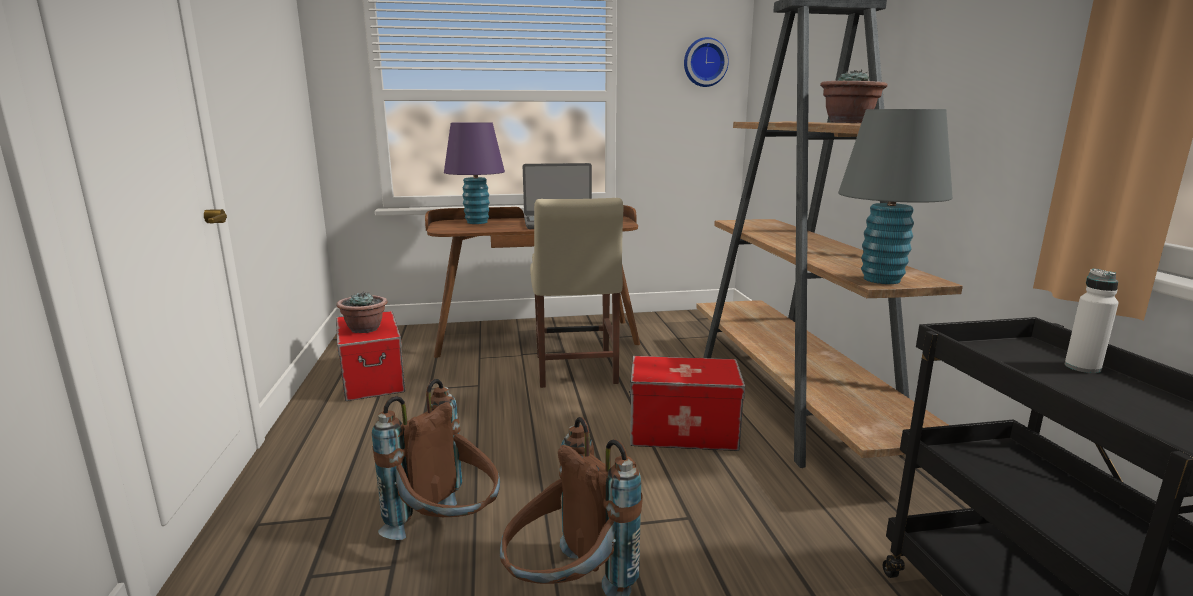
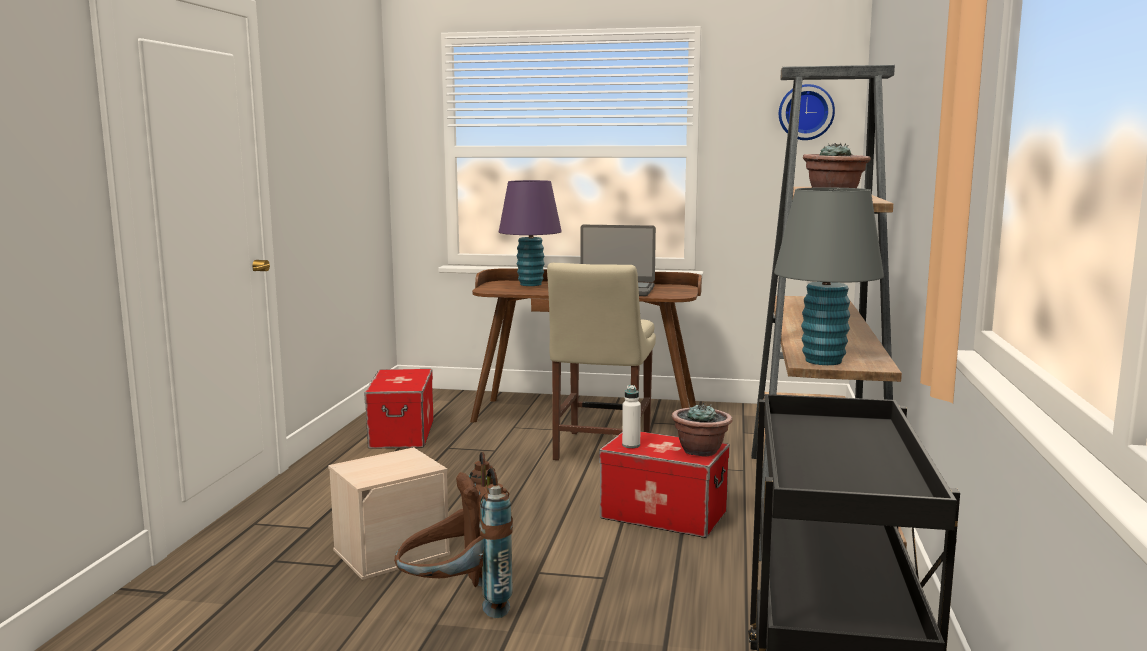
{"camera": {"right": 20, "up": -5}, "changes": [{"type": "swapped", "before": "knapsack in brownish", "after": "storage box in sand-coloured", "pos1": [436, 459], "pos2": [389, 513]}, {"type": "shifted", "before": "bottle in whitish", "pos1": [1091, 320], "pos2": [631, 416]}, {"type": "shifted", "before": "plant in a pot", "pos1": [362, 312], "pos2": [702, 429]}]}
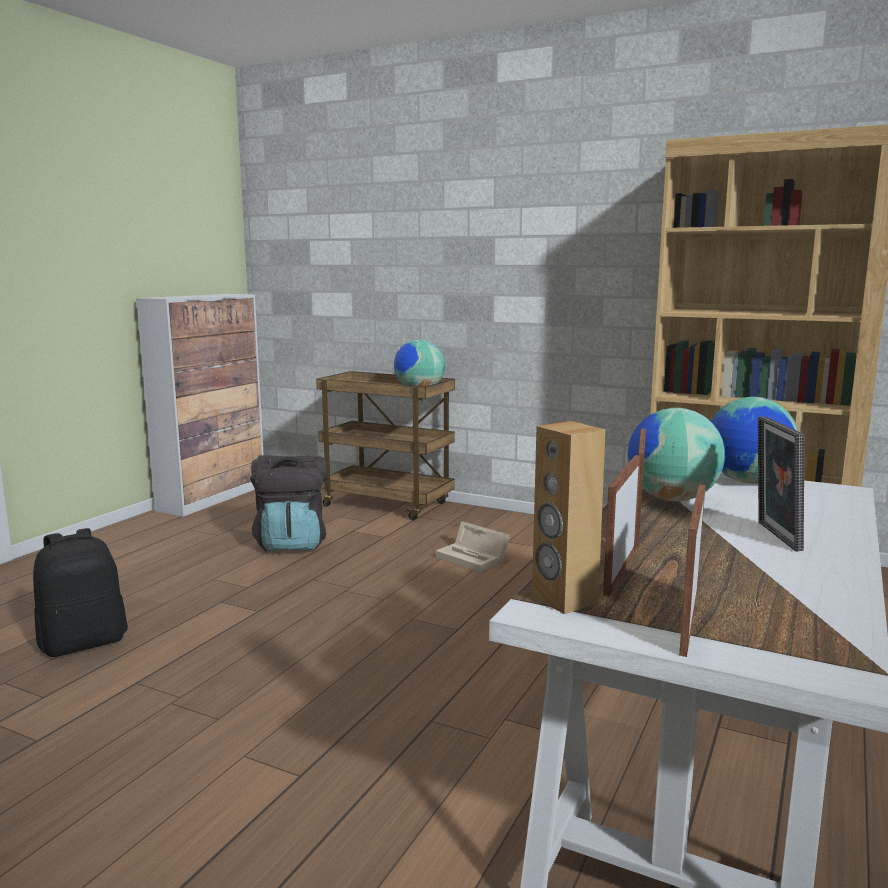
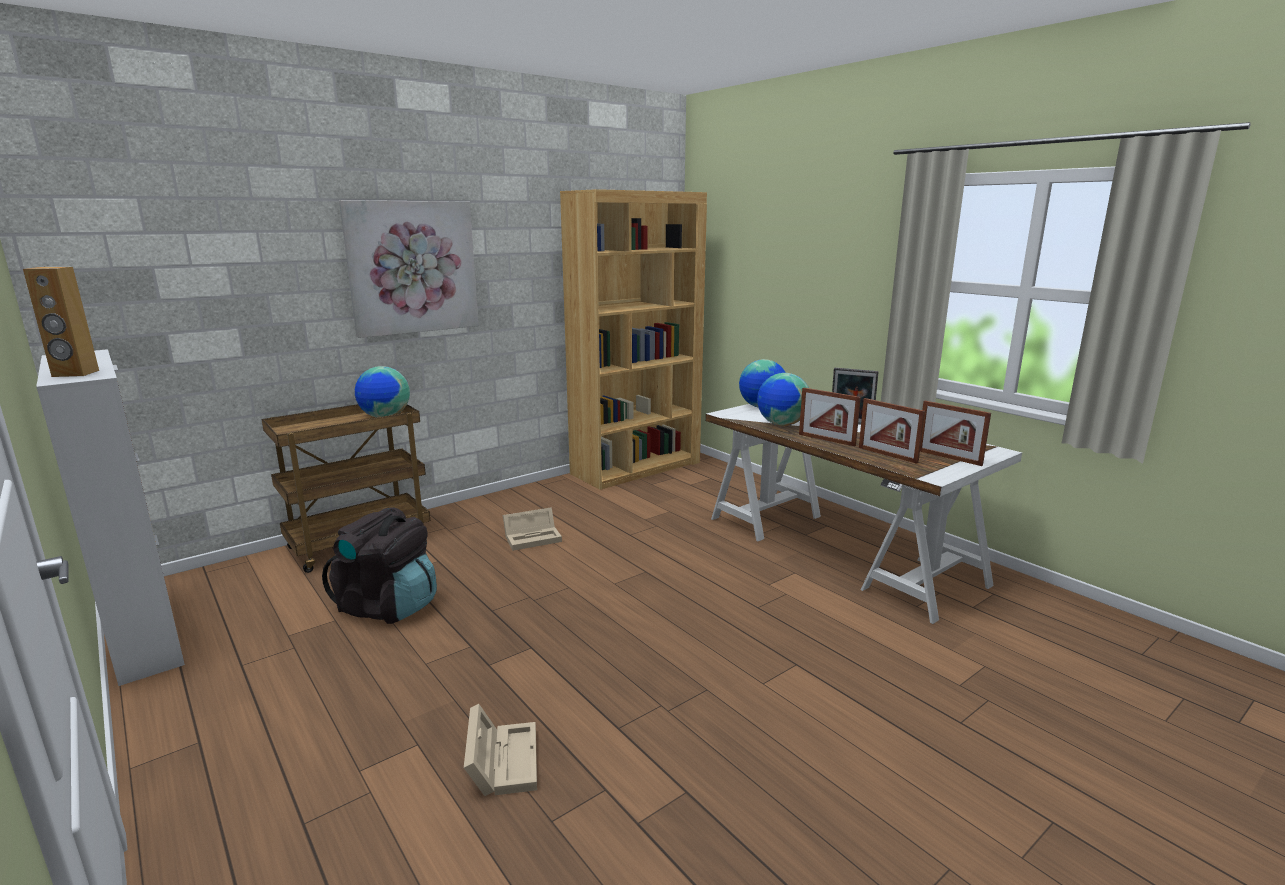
{"camera": {"right": -65, "up": 5}, "changes": [{"type": "shifted", "before": "speaker in brownish", "pos1": [568, 517], "pos2": [61, 322]}, {"type": "new", "after": "wall picture", "pos2": [409, 269]}, {"type": "swapped", "before": "knapsack in black-coloured", "after": "storage box in sand-coloured", "pos1": [80, 592], "pos2": [500, 750]}]}
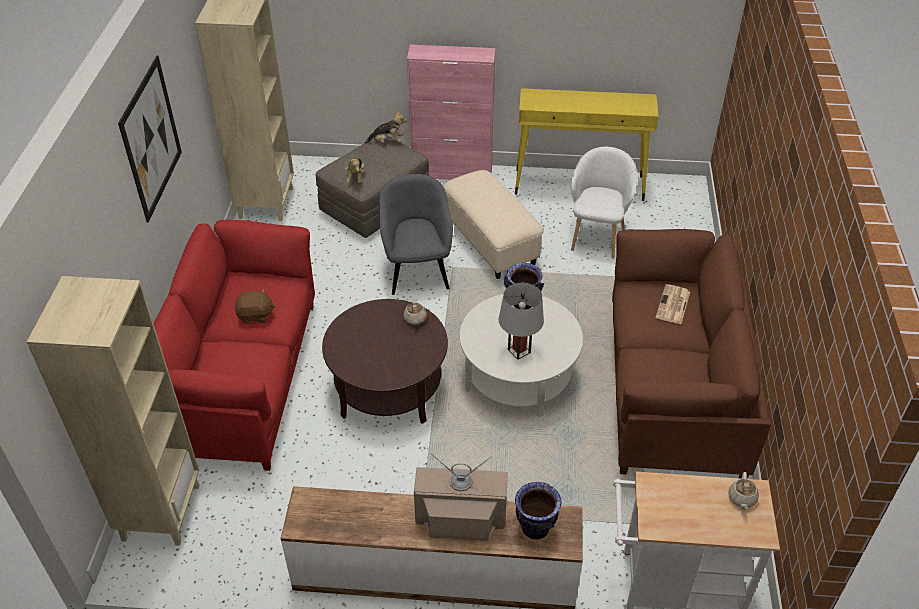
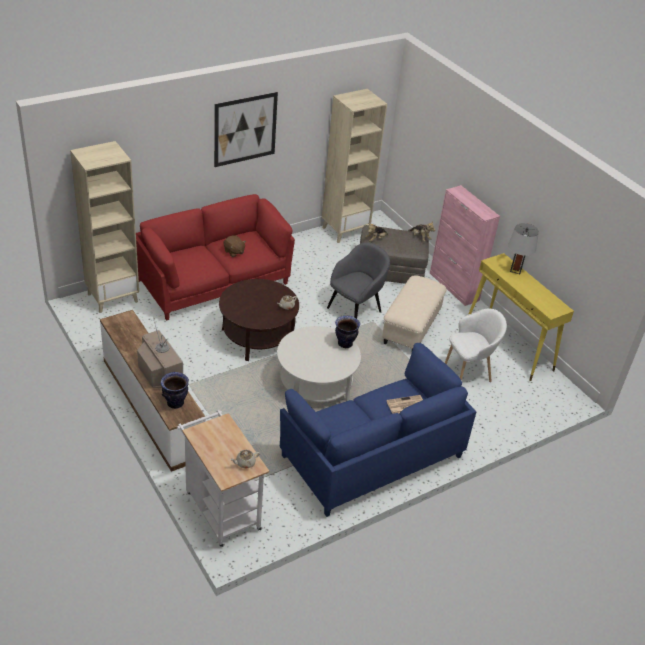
{"camera": {"right": 50, "up": -5}, "changes": [{"type": "repainted", "before": "sofa in brownish", "after": "sofa in blue", "pos1": [691, 354], "pos2": [378, 430]}, {"type": "shifted", "before": "table lamp in greyish", "pos1": [521, 321], "pos2": [523, 248]}]}
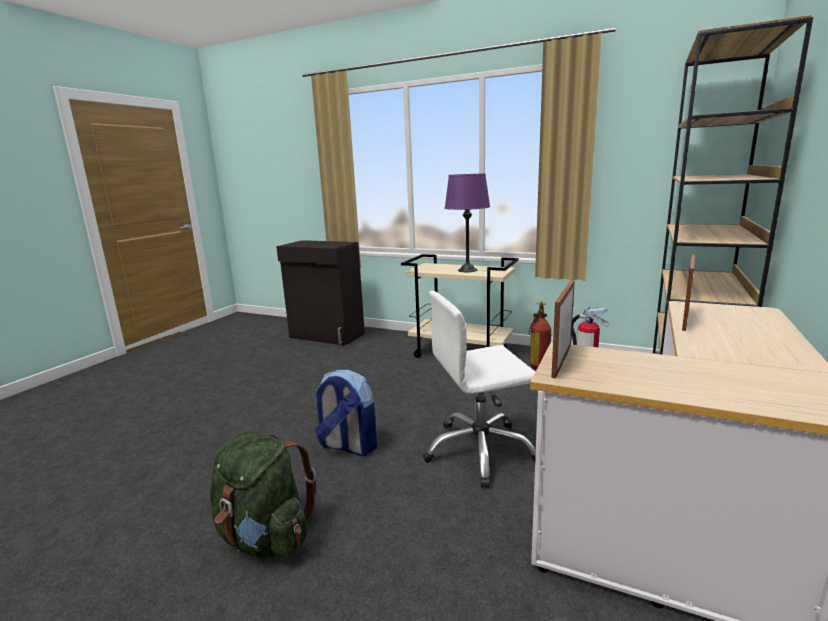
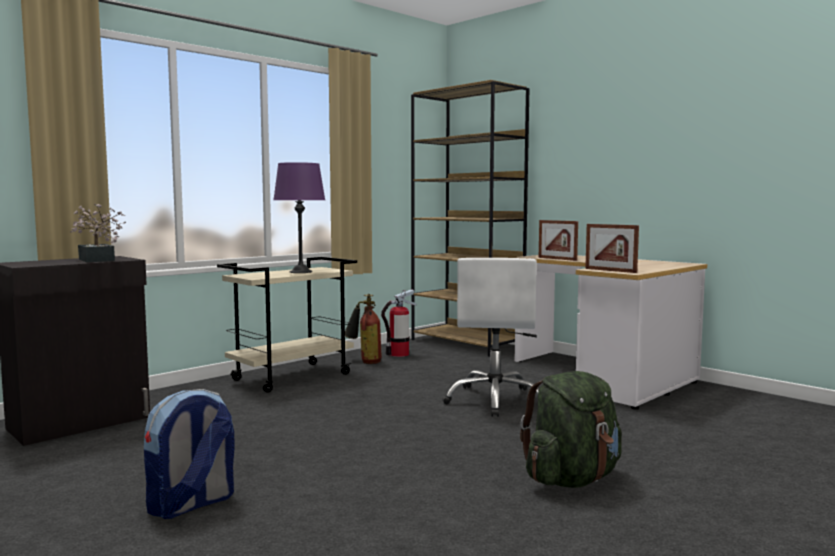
{"camera": {"right": -70, "up": -10}, "changes": [{"type": "new", "after": "plant in a pot", "pos2": [98, 233]}, {"type": "shifted", "before": "knapsack", "pos1": [346, 412], "pos2": [189, 454]}]}
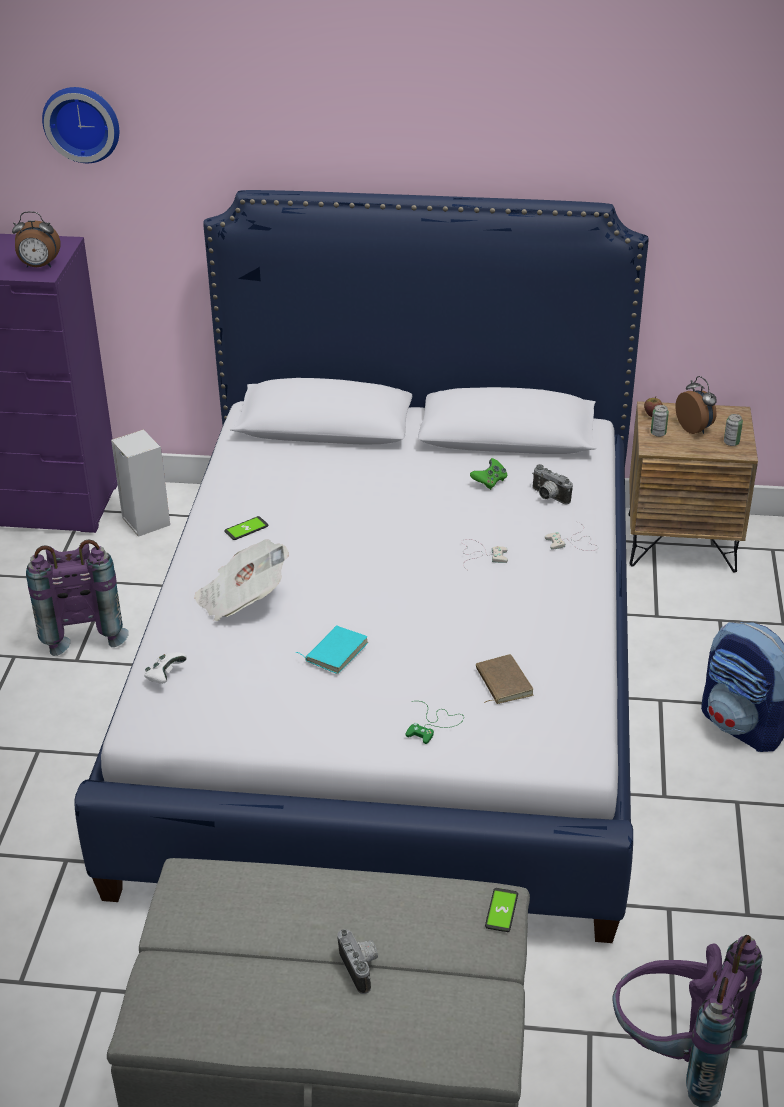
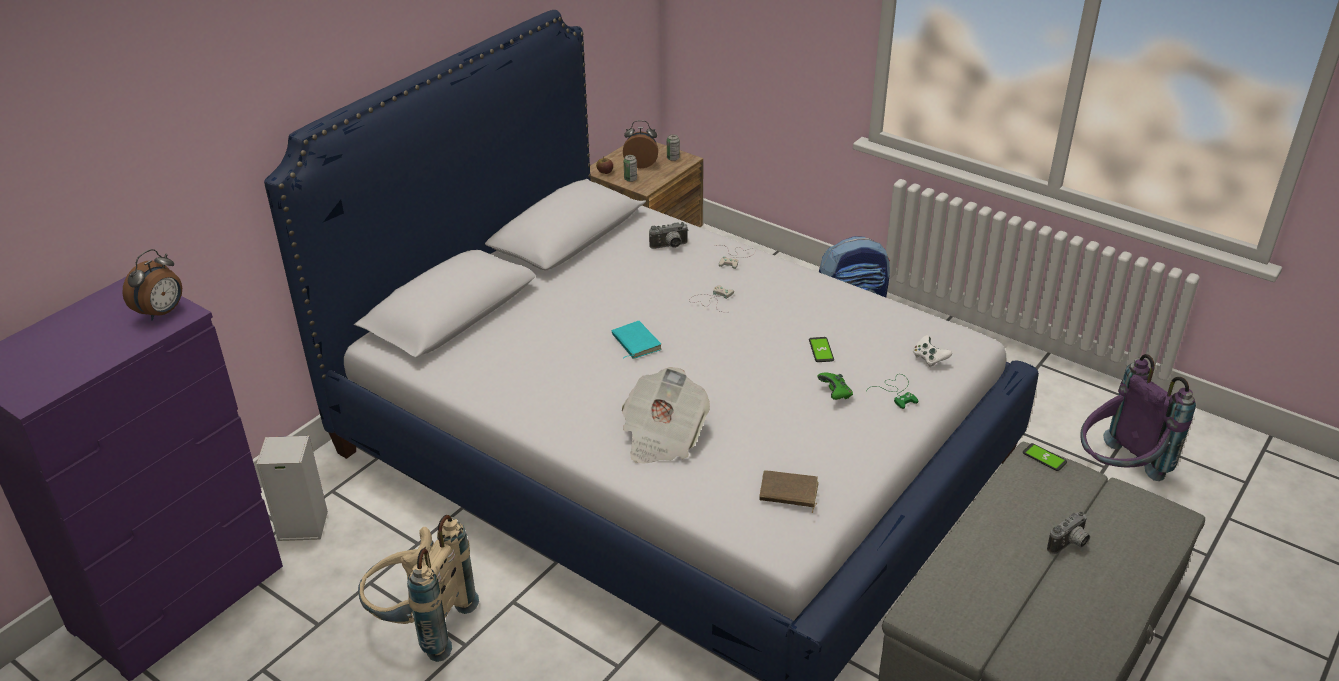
{"camera": {"right": -60, "up": 0}, "changes": [{"type": "repainted", "before": "knapsack in purple-coloured", "after": "knapsack in sand-coloured", "pos1": [77, 597], "pos2": [418, 588]}, {"type": "shifted", "before": "bound book in blue-green", "pos1": [331, 650], "pos2": [637, 340]}, {"type": "shifted", "before": "bound book in brownish", "pos1": [504, 679], "pos2": [789, 491]}, {"type": "shifted", "before": "phone", "pos1": [246, 528], "pos2": [821, 349]}, {"type": "shifted", "before": "joypad in green", "pos1": [488, 474], "pos2": [835, 386]}, {"type": "shifted", "before": "joypad in whitish", "pos1": [165, 668], "pos2": [932, 351]}, {"type": "rotated", "before": "photo camera", "pos1": [357, 961], "pos2": [1068, 532], "turn": 135}, {"type": "gone", "before": "clock on the wall", "pos1": [80, 125]}]}
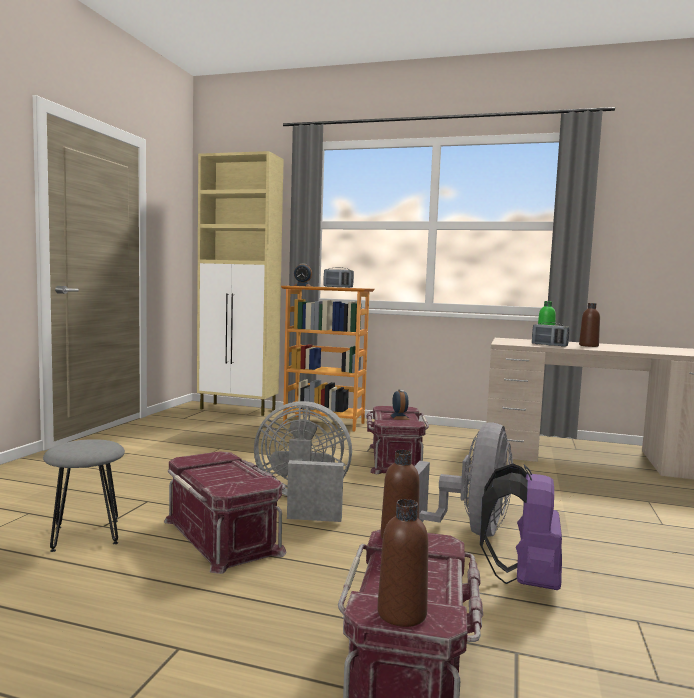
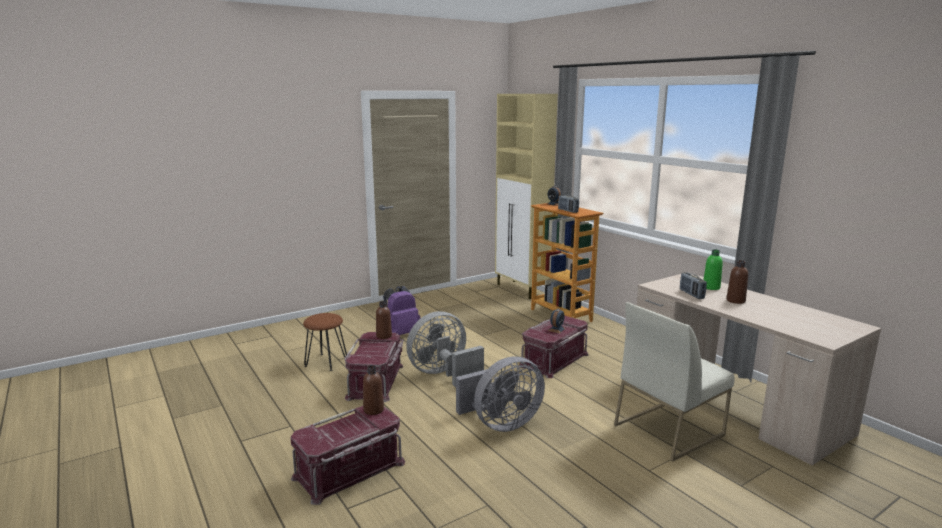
{"camera": {"right": 40, "up": 10}, "changes": [{"type": "repainted", "before": "sitting stool in greyish", "after": "sitting stool in brownish", "pos1": [84, 495], "pos2": [325, 342]}, {"type": "shifted", "before": "bottle in brownish", "pos1": [402, 563], "pos2": [384, 320]}, {"type": "shifted", "before": "knapsack in purple-coloured", "pos1": [521, 527], "pos2": [401, 310]}, {"type": "rotated", "before": "electric fan in greyish", "pos1": [303, 461], "pos2": [445, 349], "turn": -75}, {"type": "new", "after": "chair in whitish", "pos2": [674, 382]}]}
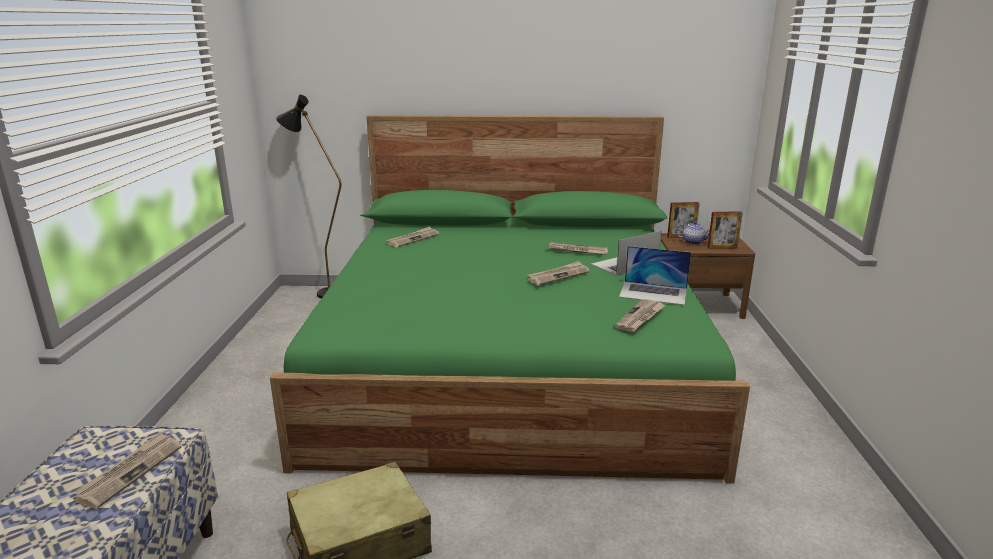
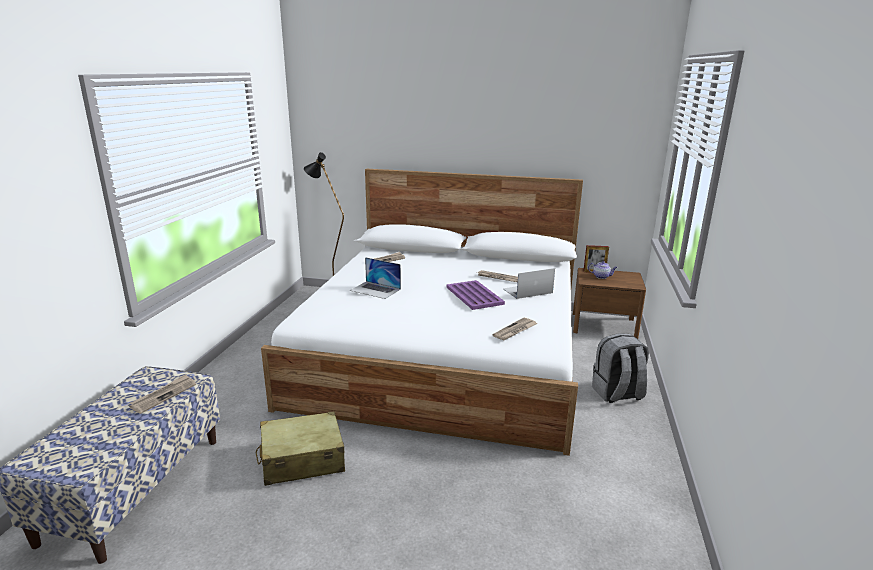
{"camera": {"right": 10, "up": 0}, "changes": [{"type": "repainted", "before": "sleeping bed in green", "after": "sleeping bed in whitish", "pos1": [510, 299], "pos2": [422, 312]}, {"type": "shifted", "before": "portable computer", "pos1": [655, 275], "pos2": [375, 278]}, {"type": "swapped", "before": "newspaper", "after": "serving tray in purple-coloured", "pos1": [558, 273], "pos2": [475, 295]}, {"type": "new", "after": "knapsack in greyish", "pos2": [620, 368]}, {"type": "gone", "before": "photo frame", "pos1": [725, 230]}]}
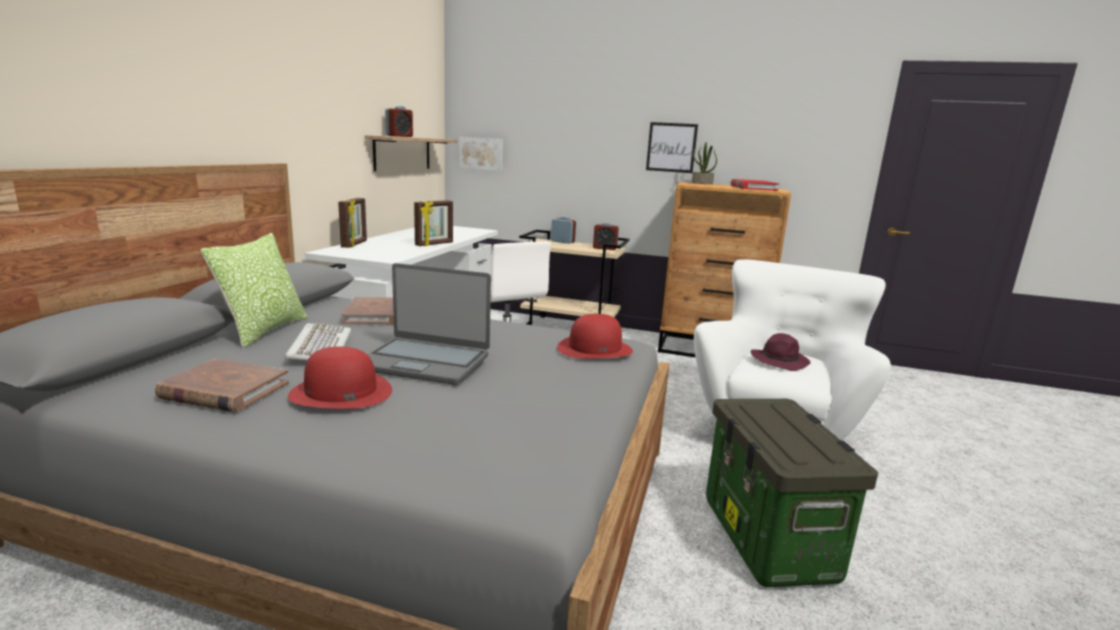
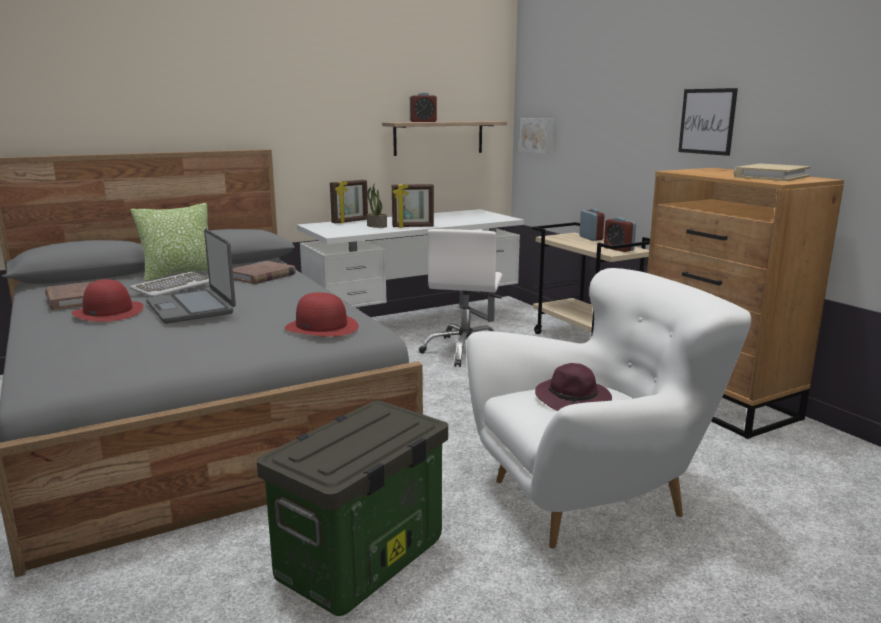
{"camera": {"right": 45, "up": 0}, "changes": [{"type": "shifted", "before": "plant in a pot", "pos1": [704, 163], "pos2": [377, 205]}, {"type": "repainted", "before": "bound book in red", "after": "bound book in sand-coloured", "pos1": [755, 185], "pos2": [772, 172]}]}
